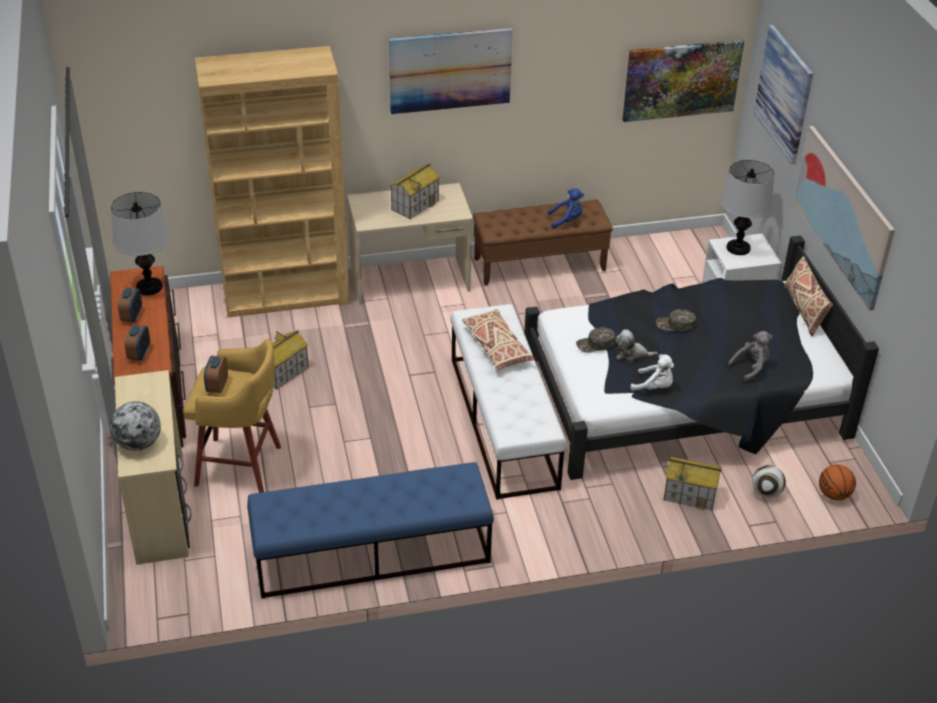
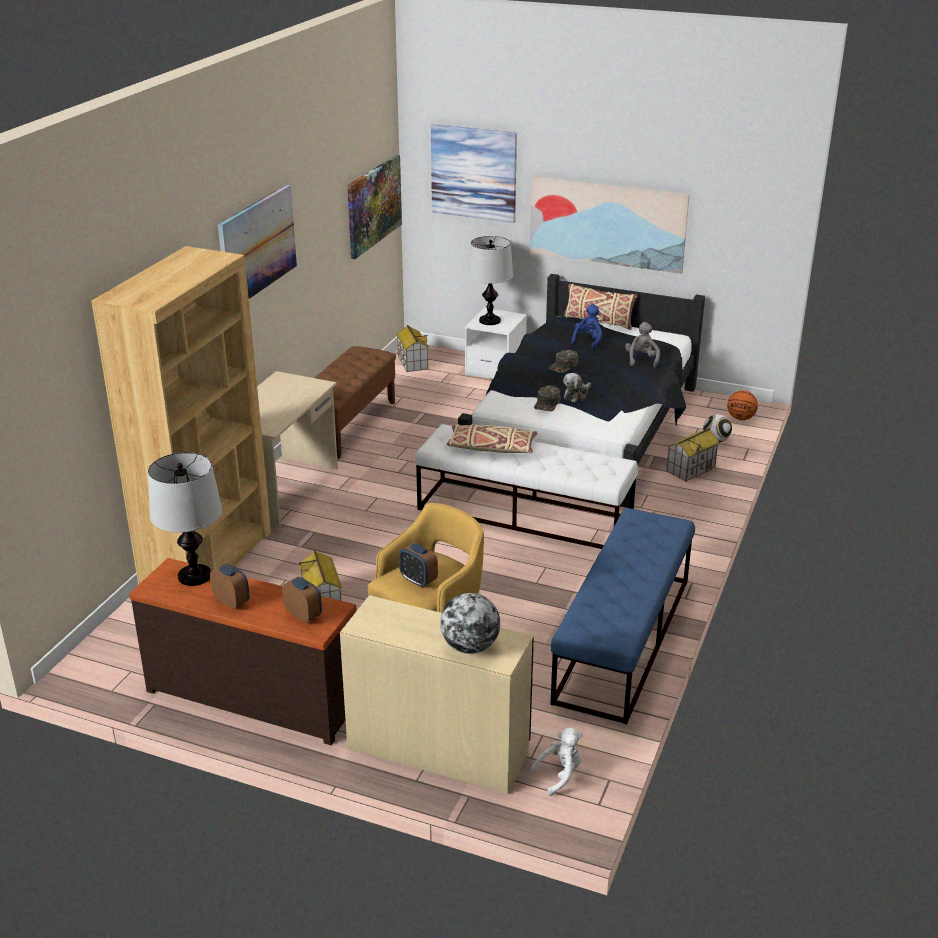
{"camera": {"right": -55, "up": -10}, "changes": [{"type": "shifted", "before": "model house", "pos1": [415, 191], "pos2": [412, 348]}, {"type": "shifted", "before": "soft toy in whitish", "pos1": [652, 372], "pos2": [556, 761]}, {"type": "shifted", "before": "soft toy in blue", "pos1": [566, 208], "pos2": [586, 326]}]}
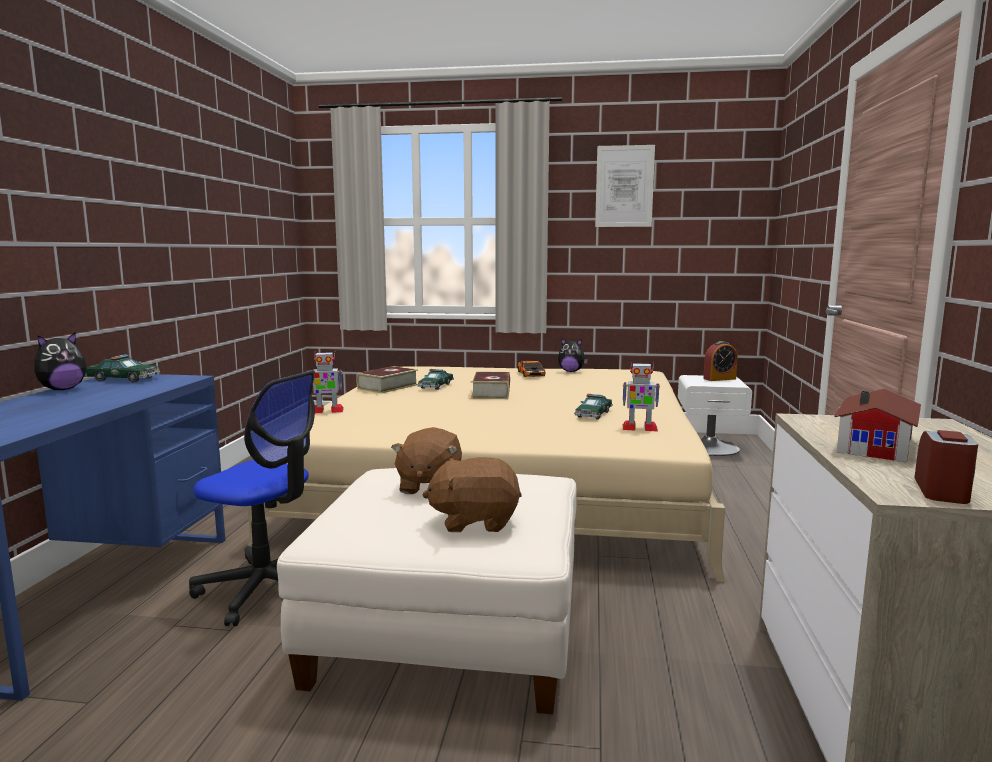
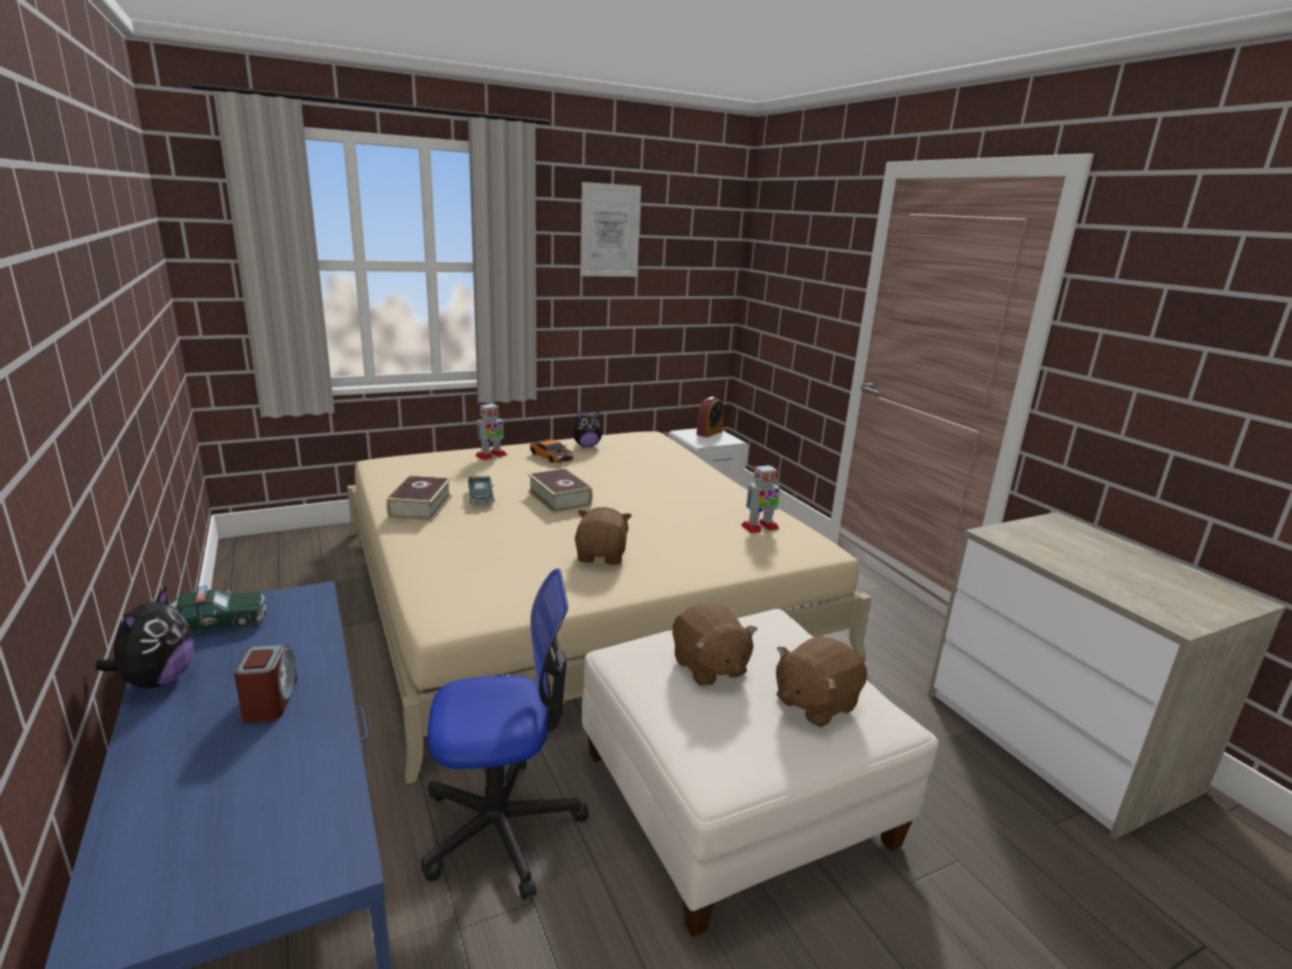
{"camera": {"right": -35, "up": 10}, "changes": [{"type": "shifted", "before": "alarm clock", "pos1": [946, 467], "pos2": [265, 684]}, {"type": "shifted", "before": "robot figure", "pos1": [326, 382], "pos2": [491, 431]}, {"type": "new", "after": "soft toy in brownish", "pos2": [603, 536]}, {"type": "gone", "before": "model car", "pos1": [593, 407]}, {"type": "gone", "before": "model house", "pos1": [877, 425]}]}
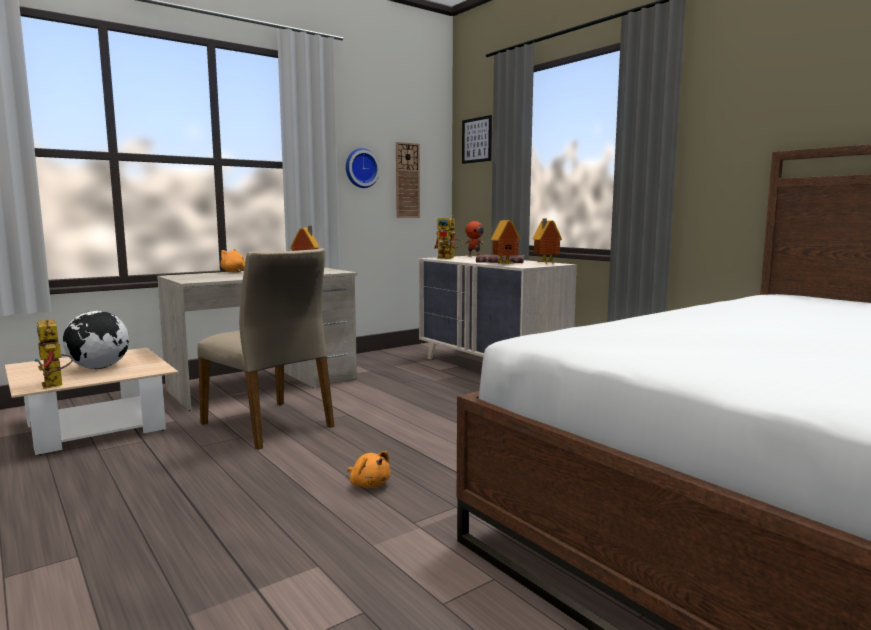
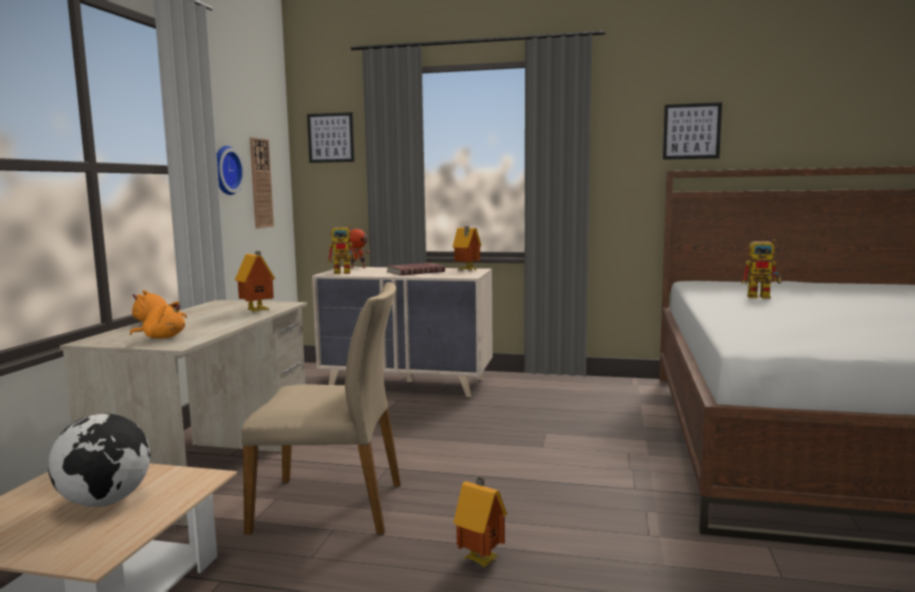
{"camera": {"right": -40, "up": 0}, "changes": [{"type": "shifted", "before": "soft toy in orange", "pos1": [369, 469], "pos2": [157, 320]}, {"type": "shifted", "before": "model house", "pos1": [506, 241], "pos2": [480, 522]}, {"type": "new", "after": "wall picture", "pos2": [692, 131]}, {"type": "shifted", "before": "robot figure", "pos1": [53, 354], "pos2": [761, 269]}]}
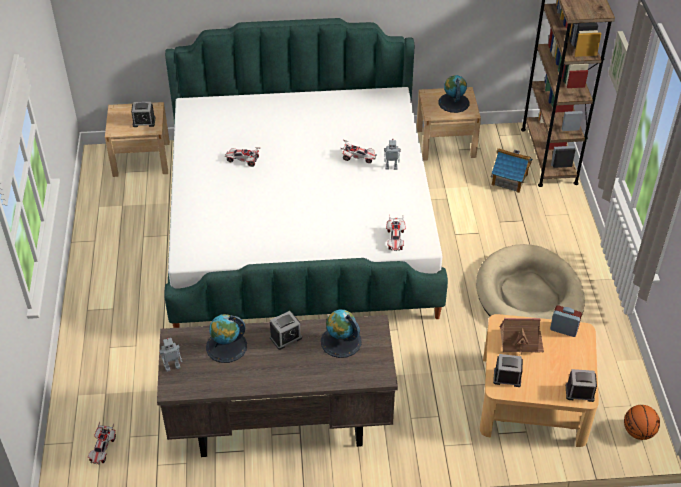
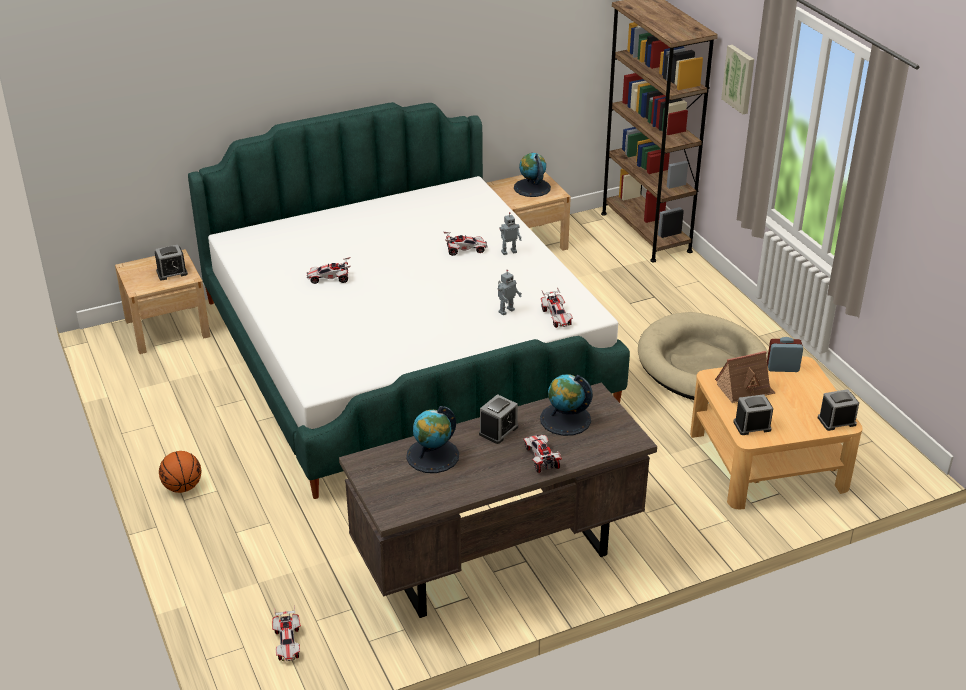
{"camera": {"right": -20, "up": -10}, "changes": [{"type": "shifted", "before": "basketball", "pos1": [642, 422], "pos2": [180, 472]}, {"type": "shifted", "before": "robot figure", "pos1": [170, 355], "pos2": [510, 293]}, {"type": "new", "after": "model car", "pos2": [543, 454]}, {"type": "gone", "before": "model house", "pos1": [511, 170]}]}
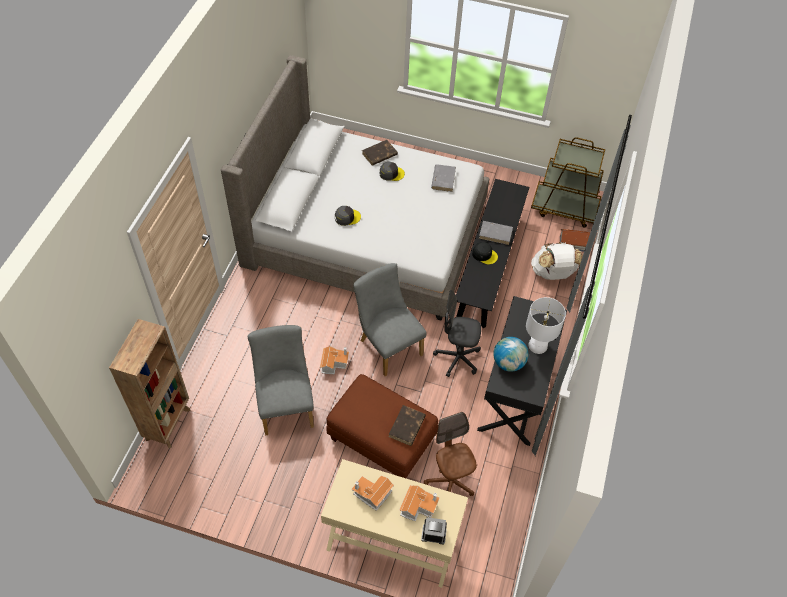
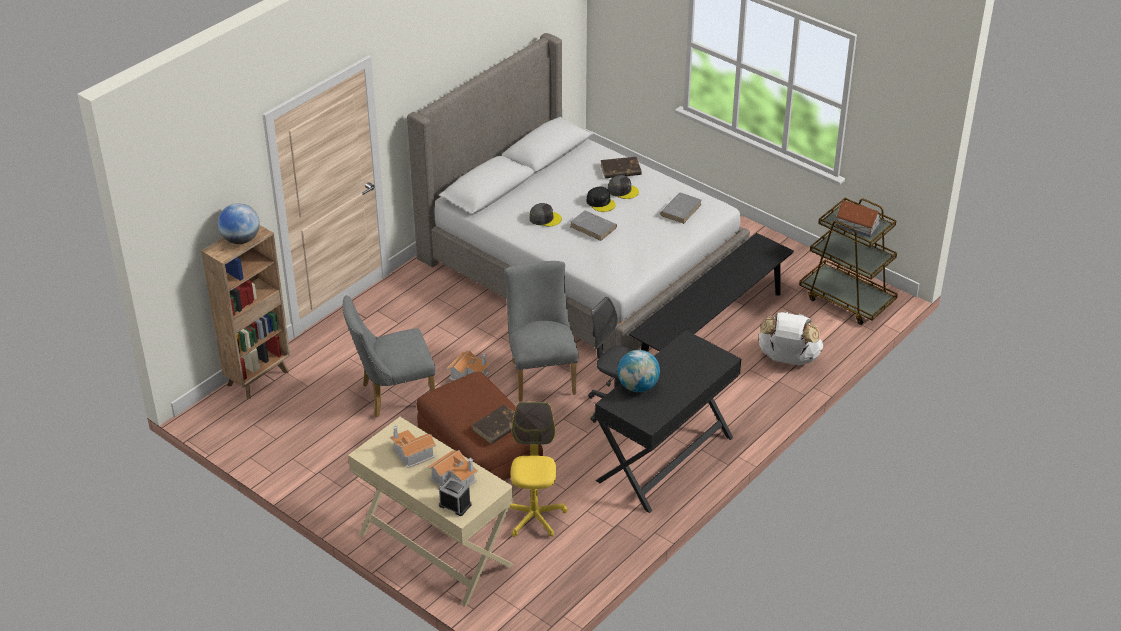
{"camera": {"right": 25, "up": -15}, "changes": [{"type": "new", "after": "desk globe", "pos2": [239, 223]}, {"type": "rotated", "before": "chair in greyish", "pos1": [281, 380], "pos2": [389, 356], "turn": -120}, {"type": "repainted", "before": "office chair in brownish", "after": "office chair in yellow-coloured", "pos1": [450, 454], "pos2": [538, 469]}, {"type": "shifted", "before": "bound book in greyish", "pos1": [496, 233], "pos2": [593, 225]}, {"type": "shifted", "before": "cap in black-coloured", "pos1": [485, 253], "pos2": [601, 199]}, {"type": "shifted", "before": "model house", "pos1": [575, 240], "pos2": [859, 218]}, {"type": "gone", "before": "table lamp in whitish", "pos1": [546, 325]}]}
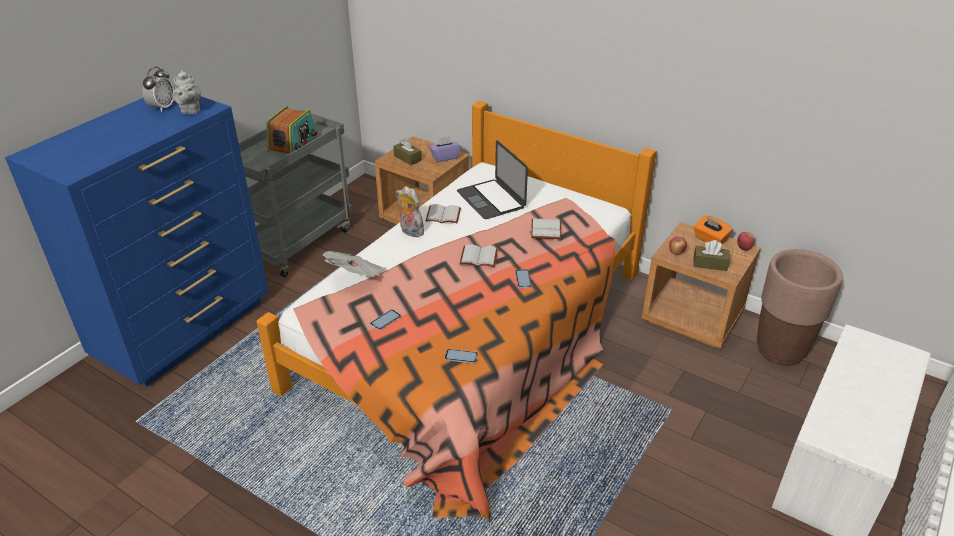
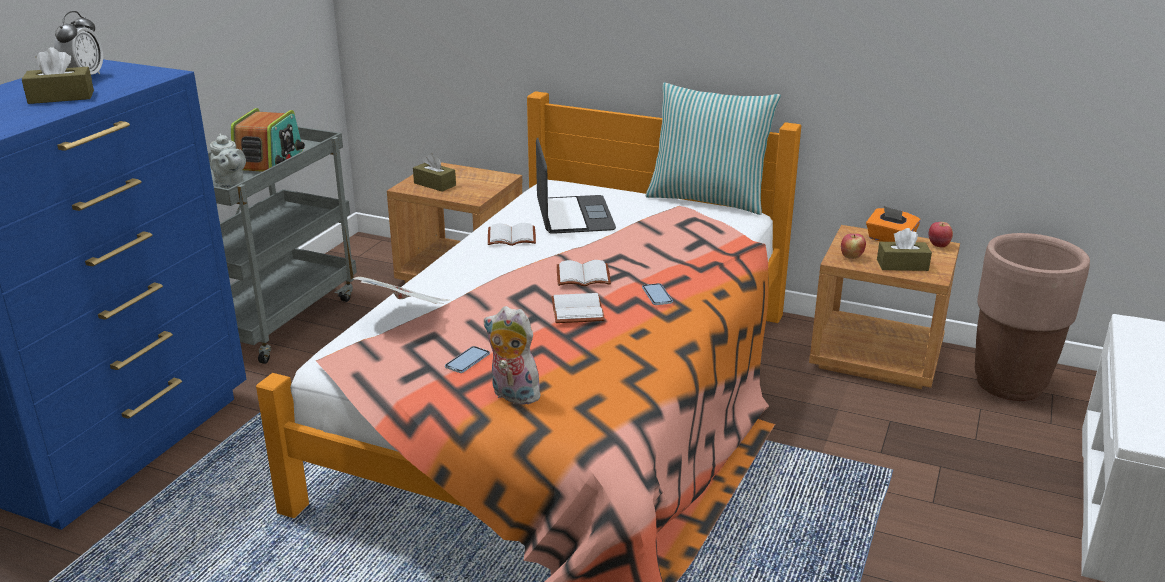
{"camera": {"right": -10, "up": -10}, "changes": [{"type": "new", "after": "tissue box in brownish", "pos2": [58, 75]}, {"type": "shifted", "before": "tea pot in greyish", "pos1": [186, 92], "pos2": [228, 161]}, {"type": "shifted", "before": "soft toy", "pos1": [410, 211], "pos2": [513, 356]}, {"type": "rotated", "before": "portable computer", "pos1": [492, 179], "pos2": [576, 186], "turn": -150}, {"type": "shifted", "before": "bound book in whitish", "pos1": [546, 229], "pos2": [578, 308]}, {"type": "new", "after": "cushion", "pos2": [713, 149]}, {"type": "gone", "before": "tissue box in purple-coloured", "pos1": [445, 149]}, {"type": "gone", "before": "phone", "pos1": [461, 356]}]}
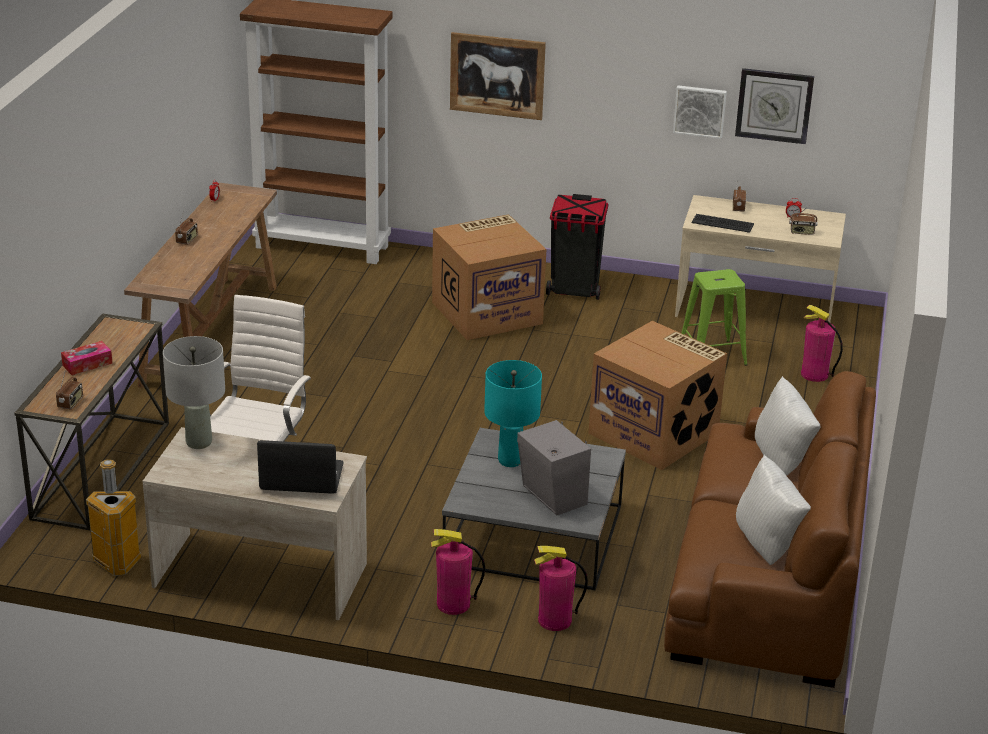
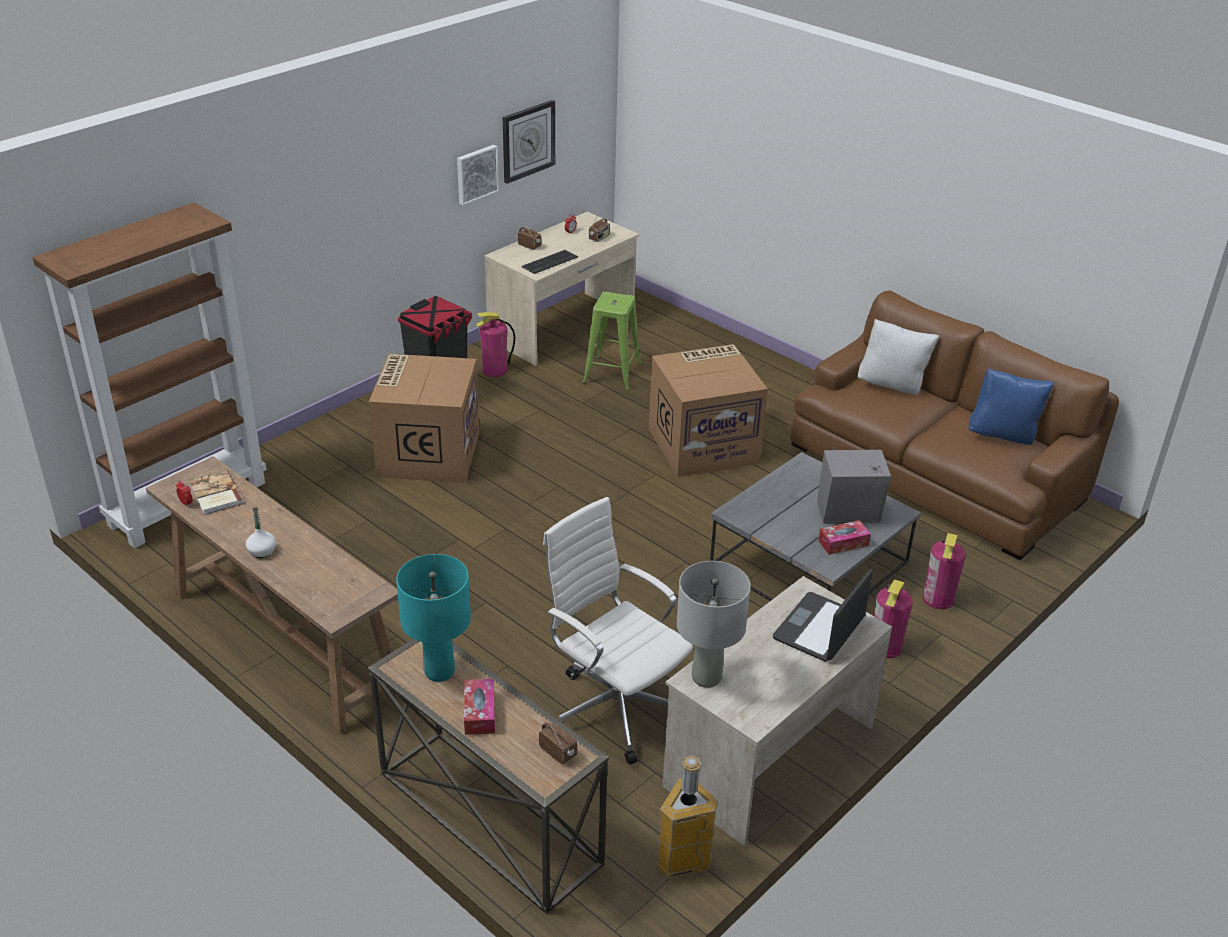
{"camera": {"right": -60, "up": 5}, "changes": [{"type": "new", "after": "bound book", "pos2": [216, 492]}, {"type": "swapped", "before": "radio", "after": "bottle in whitish", "pos1": [186, 228], "pos2": [261, 532]}, {"type": "shifted", "before": "table lamp in blue-green", "pos1": [513, 413], "pos2": [433, 618]}, {"type": "shifted", "before": "fire-fighting cylinder", "pos1": [822, 343], "pos2": [495, 344]}, {"type": "new", "after": "tissue box", "pos2": [844, 537]}, {"type": "repainted", "before": "cushion in whitish", "after": "cushion in blue", "pos1": [773, 510], "pos2": [1011, 407]}, {"type": "gone", "before": "wall picture", "pos1": [498, 76]}]}
